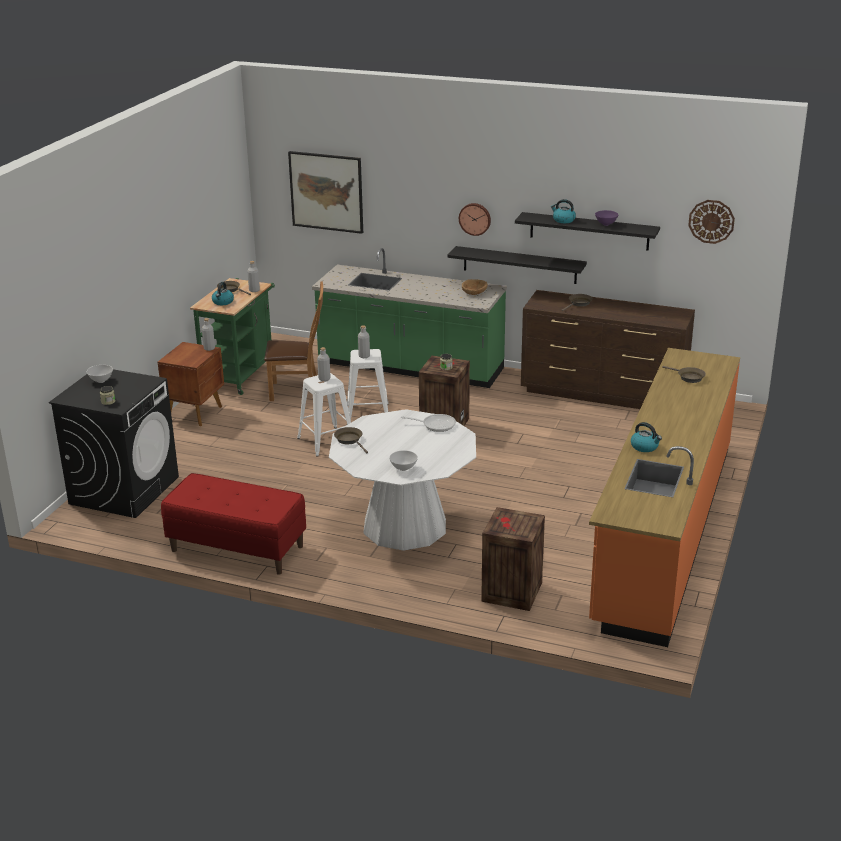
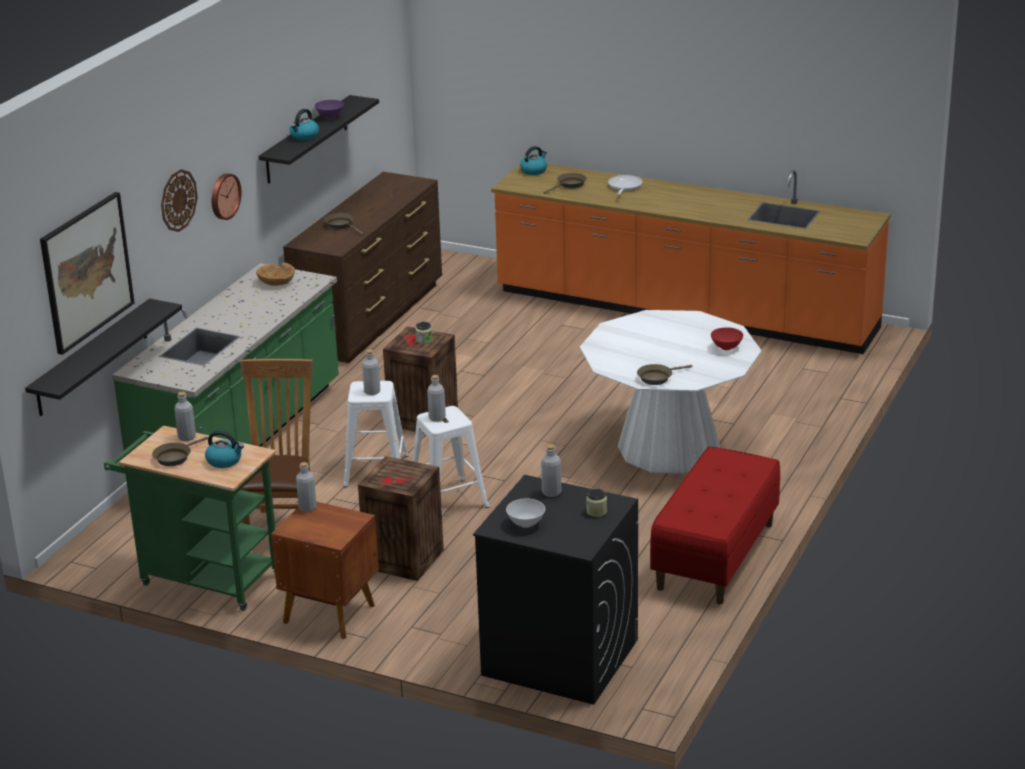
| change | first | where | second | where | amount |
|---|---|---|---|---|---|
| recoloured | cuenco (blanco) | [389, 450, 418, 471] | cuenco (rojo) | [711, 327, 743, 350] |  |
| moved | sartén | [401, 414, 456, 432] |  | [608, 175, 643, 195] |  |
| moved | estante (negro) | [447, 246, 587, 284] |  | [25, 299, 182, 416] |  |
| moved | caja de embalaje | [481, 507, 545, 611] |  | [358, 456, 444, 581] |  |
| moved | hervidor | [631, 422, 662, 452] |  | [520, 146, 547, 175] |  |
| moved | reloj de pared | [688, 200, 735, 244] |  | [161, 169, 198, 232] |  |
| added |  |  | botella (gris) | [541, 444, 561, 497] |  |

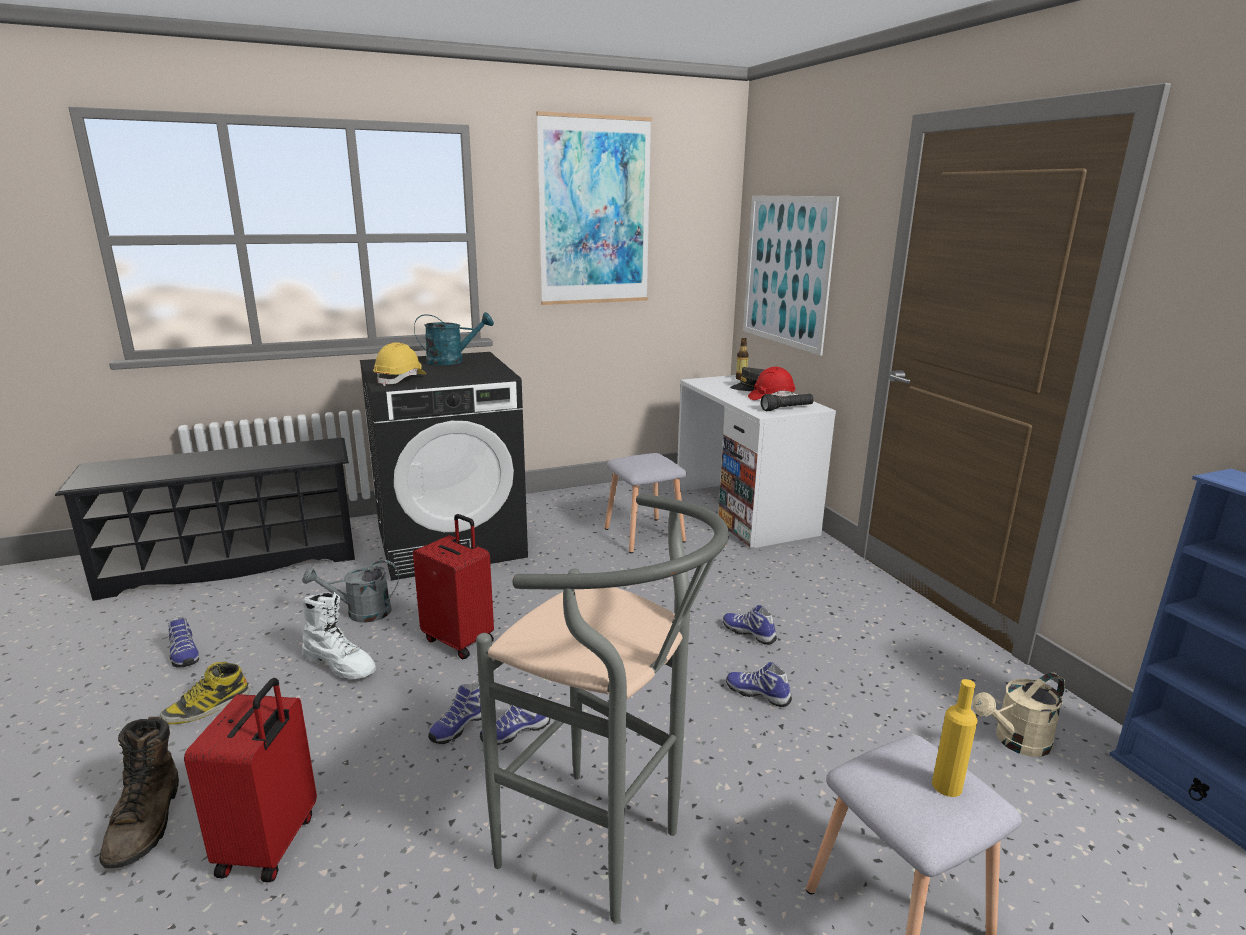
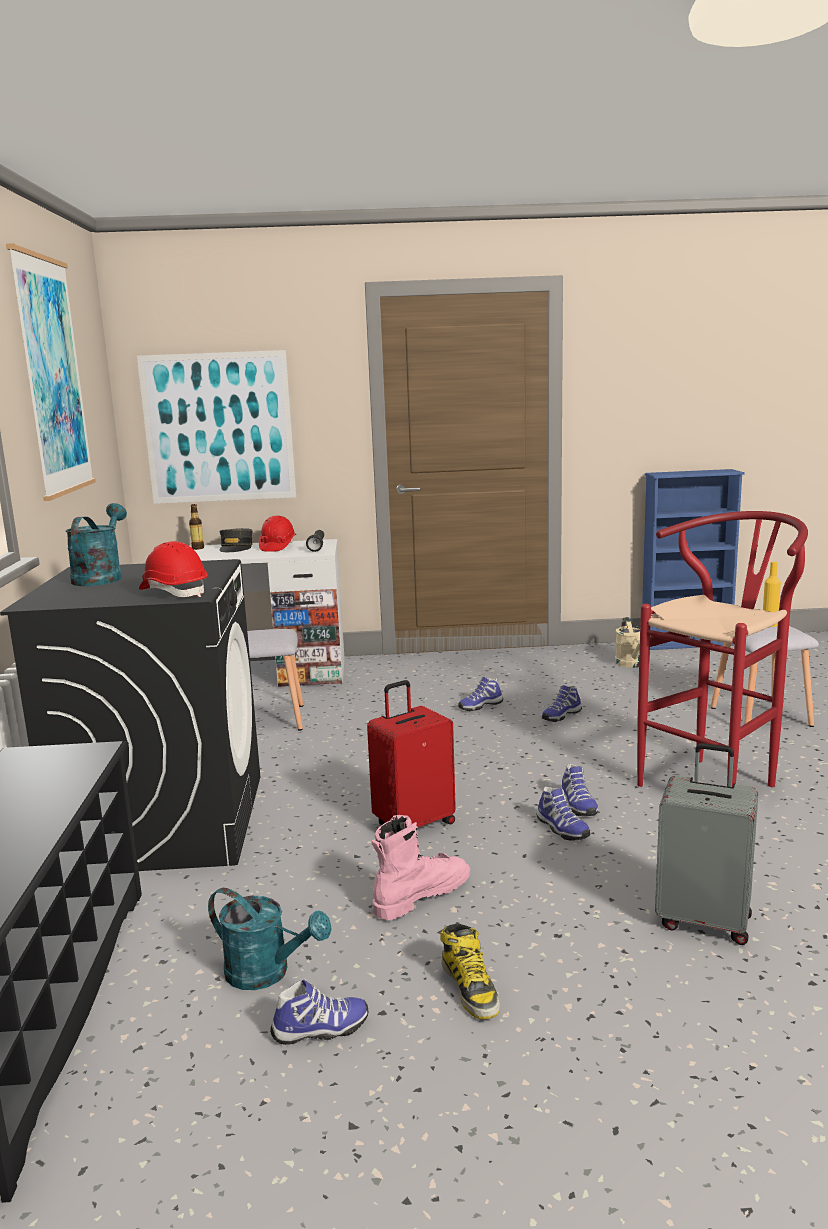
| change | first | where | second | where | amount |
|---|---|---|---|---|---|
| removed | bota (marrón) | [99, 717, 179, 868] |  |  |  |
| recoloured | maleta (rojo) | [184, 678, 317, 882] | maleta (gris) | [655, 743, 758, 945] |  |
| removed | regadera (gris) | [302, 560, 399, 623] |  |  |  |
| recoloured | bota (blanco) | [302, 592, 376, 679] | bota (rosa) | [372, 815, 470, 920] |  |
| recoloured | casco (amarillo) | [373, 342, 426, 386] | casco (rojo) | [139, 541, 208, 597] |  |
| recoloured | taburete (gris) | [476, 494, 729, 923] | taburete (rojo) | [637, 511, 808, 787] |  |
| added |  |  | regadera (turquesa) | [208, 888, 332, 990] |  |

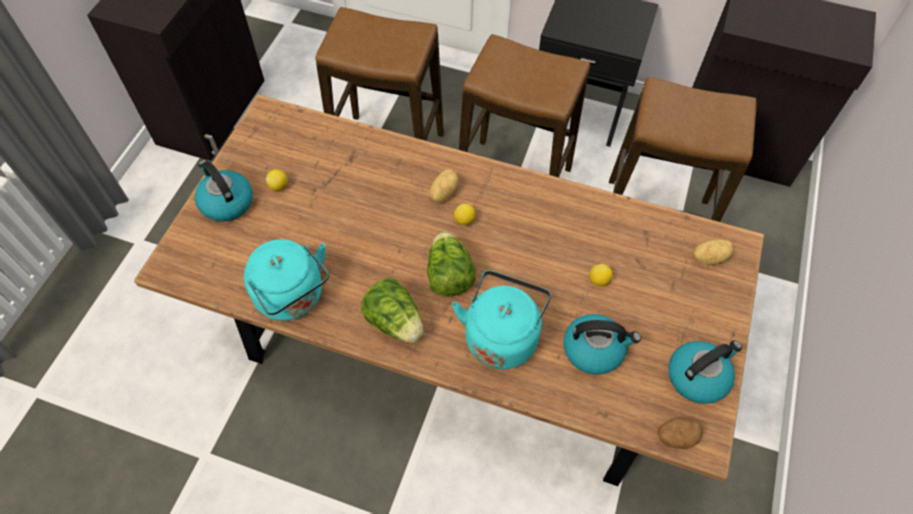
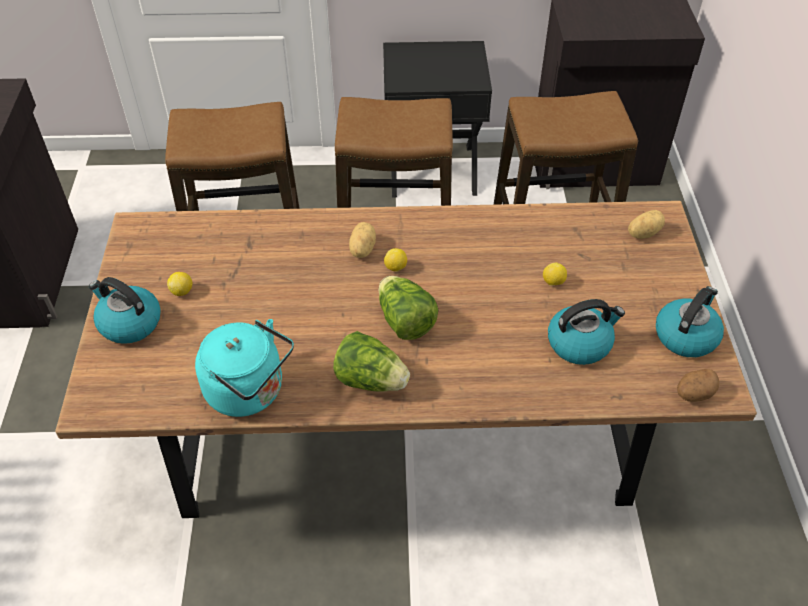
| change | first | where | second | where | amount |
|---|---|---|---|---|---|
| removed | hervidor (turquesa) | [452, 270, 551, 369] |  |  |  |

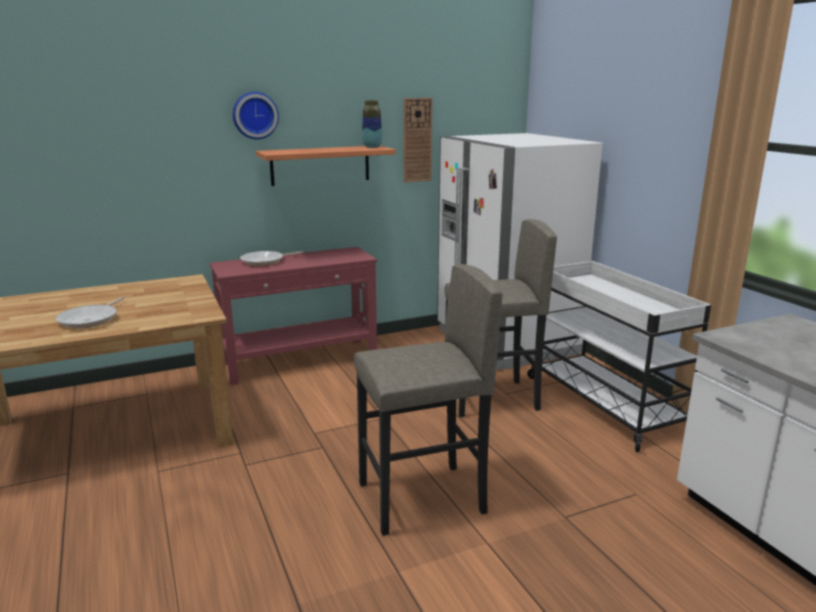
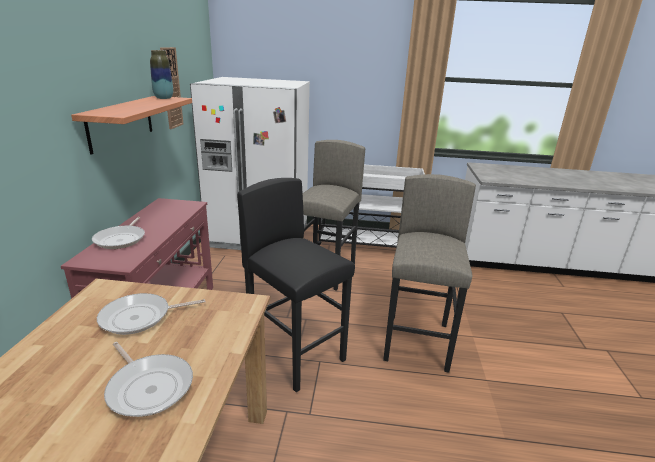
| change | first | where | second | where | amount |
|---|---|---|---|---|---|
| removed | reloj de pared | [233, 92, 279, 139] |  |  |  |
| added |  |  | sartén | [97, 293, 205, 335] |  |
| added |  |  | taburete (negro) | [237, 178, 355, 392] |  |

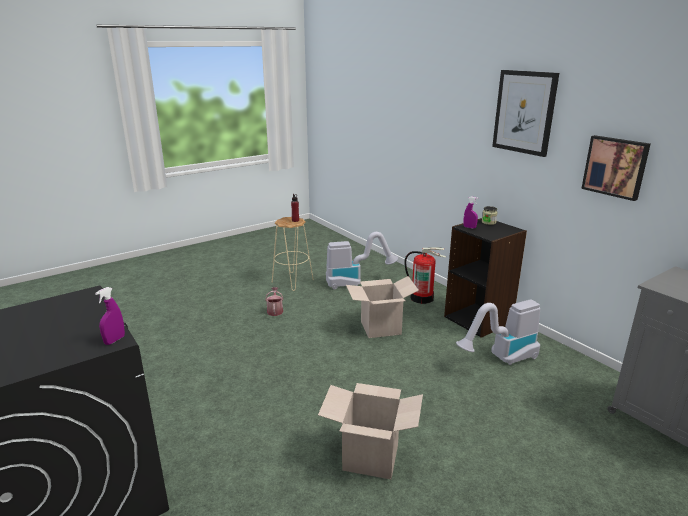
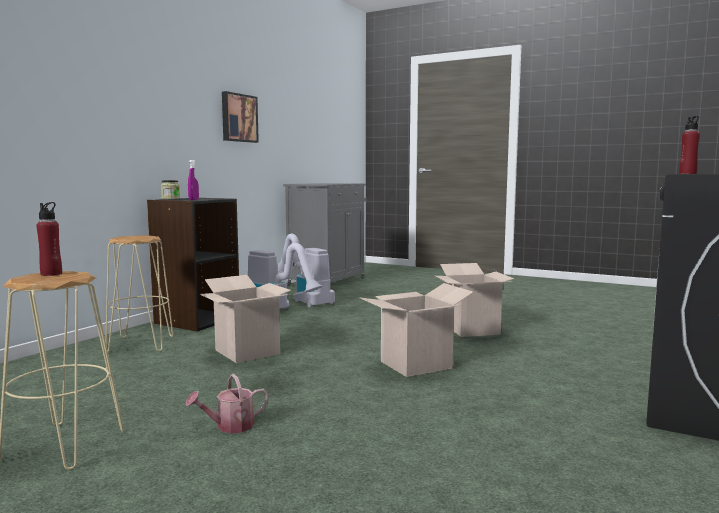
| change | first | where | second | where | amount |
|---|---|---|---|---|---|
| replaced | pulverizador (morado) | [95, 287, 125, 345] | botella (rojo) | [679, 116, 700, 174] |  |
| moved | aspiradora | [326, 232, 398, 290] |  | [277, 234, 335, 308] |  |
| replaced | extintor | [404, 247, 446, 304] | taburete (beis) | [105, 236, 174, 352] |  |
| removed | cuadro | [492, 70, 559, 157] |  |  |  |
| added |  |  | caja de cartón | [359, 283, 474, 377] |  |

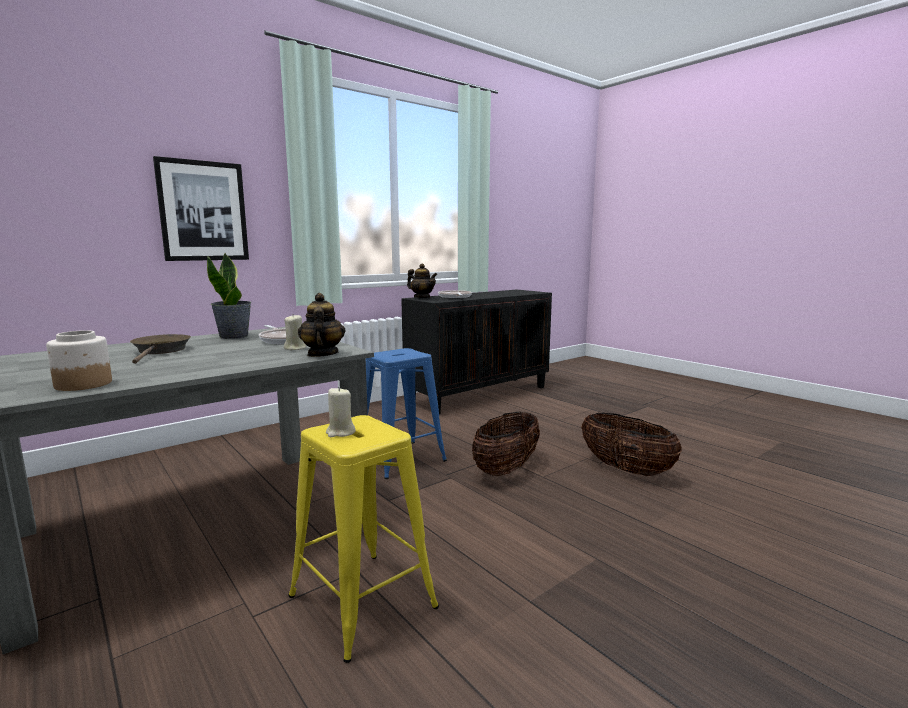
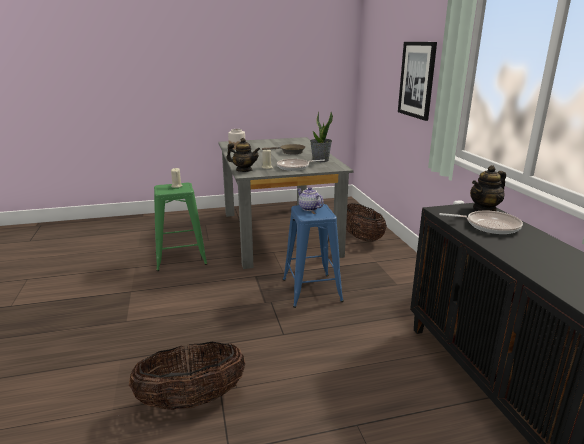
| change | first | where | second | where | amount |
|---|---|---|---|---|---|
| recoloured | taburete (amarillo) | [288, 415, 439, 663] | taburete (verde) | [154, 183, 207, 271] |  |
| moved | cesta | [472, 412, 540, 476] |  | [346, 203, 387, 242] |  |
| added |  |  | tetera | [297, 187, 324, 211] |  |

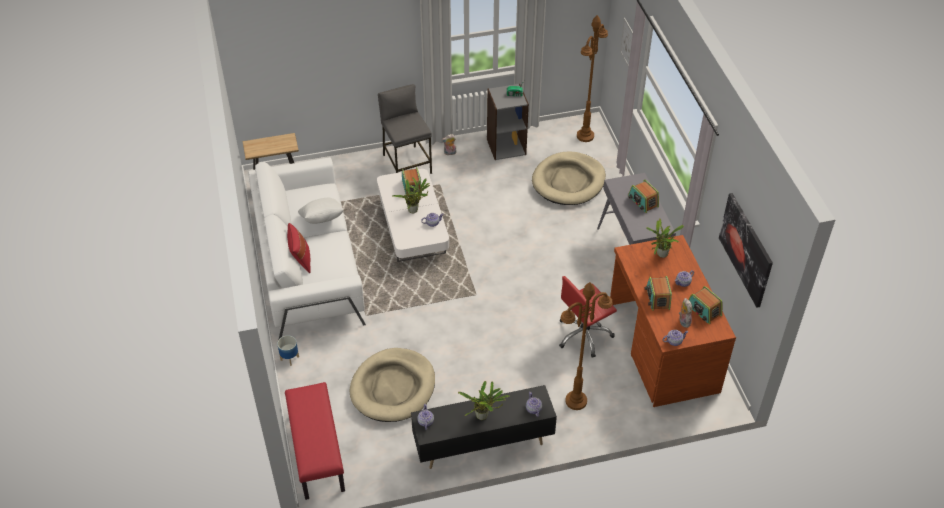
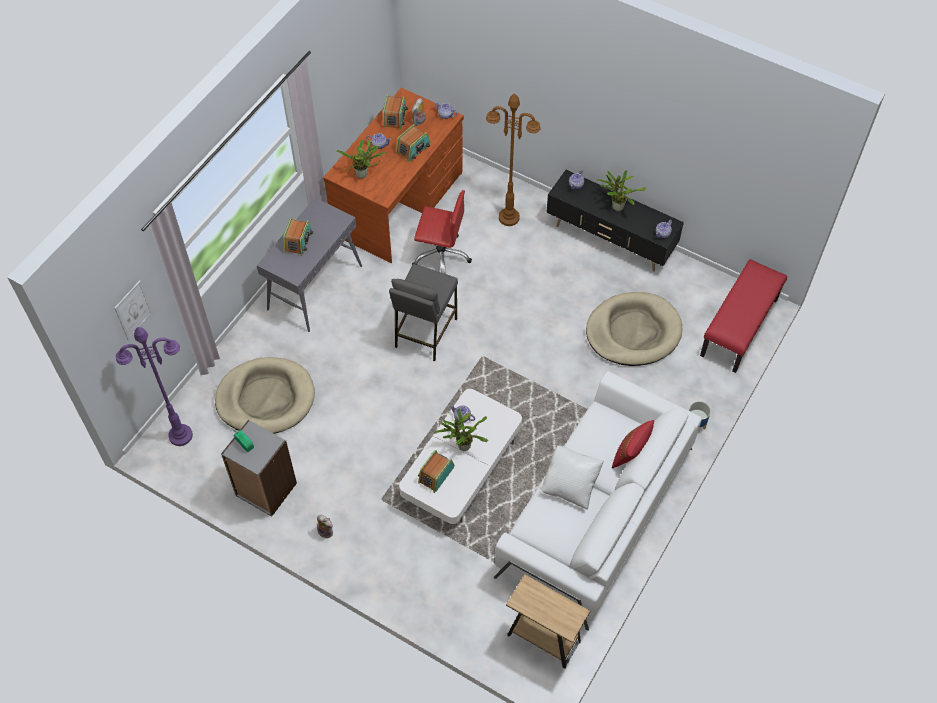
| change | first | where | second | where | amount |
|---|---|---|---|---|---|
| moved | taburete (gris) | [378, 84, 432, 174] |  | [389, 264, 458, 361] |  |
| recoloured | lámpara de pie (marrón) | [577, 15, 608, 142] | lámpara de pie (morado) | [116, 327, 193, 446] |  |
| removed | cuadro | [719, 193, 773, 308] |  |  |  |

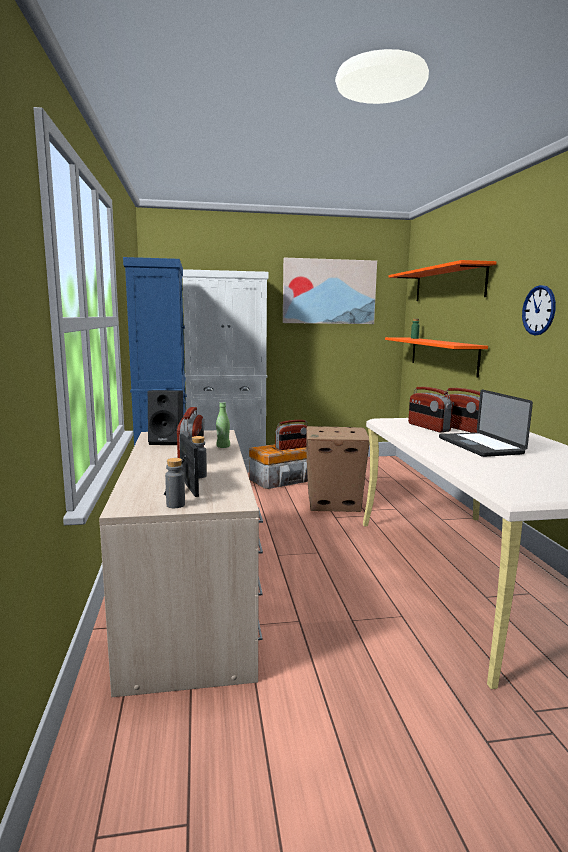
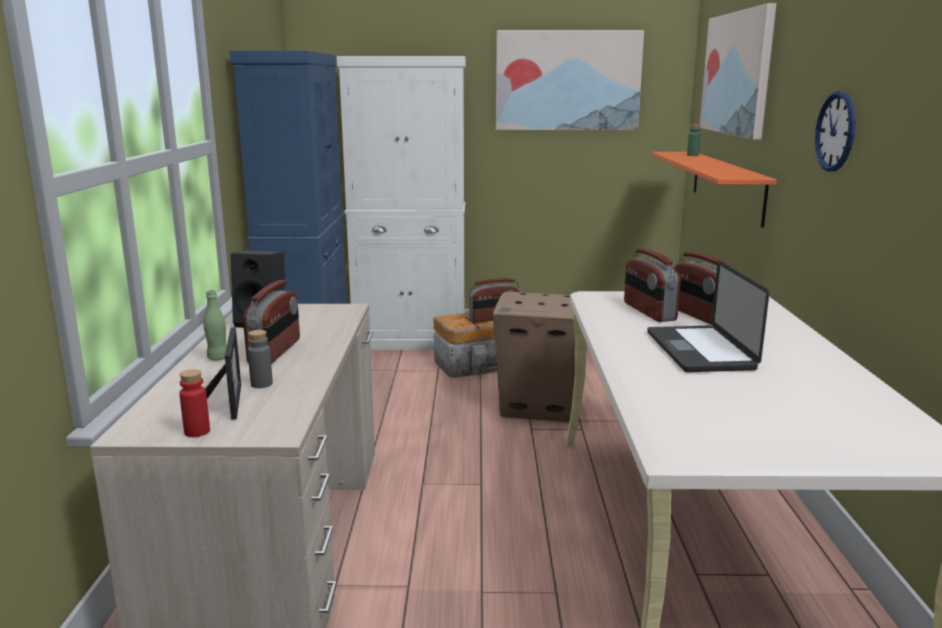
| change | first | where | second | where | amount |
|---|---|---|---|---|---|
| recoloured | botella (gris) | [165, 458, 185, 508] | botella (rojo) | [179, 369, 210, 437] |  |
| moved | botella (verde) | [216, 402, 230, 448] |  | [203, 290, 227, 360] |  |
| replaced | estante (naranja) | [389, 260, 497, 301] | cuadro | [700, 3, 776, 140] |  |

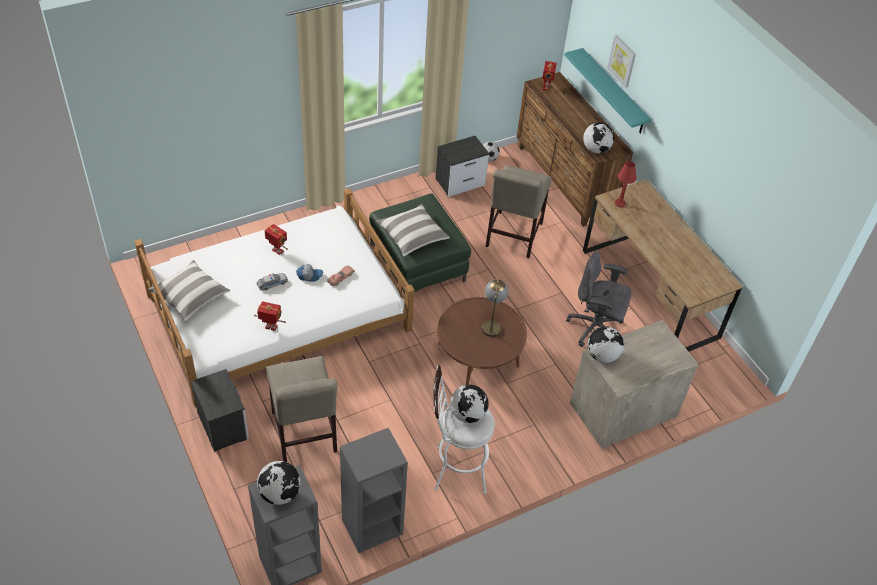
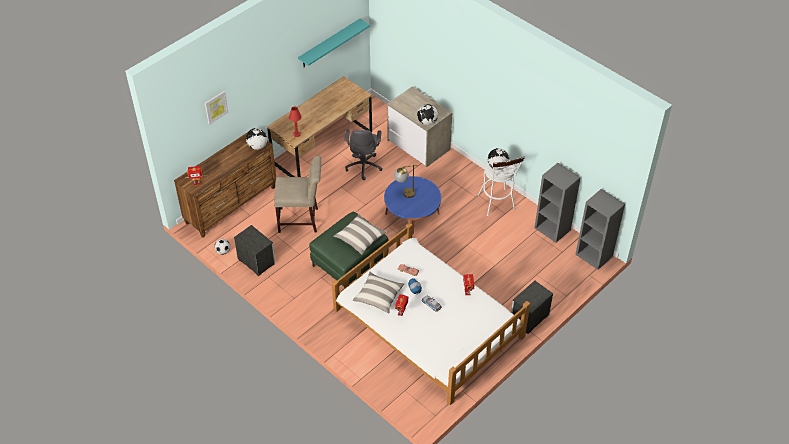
| change | first | where | second | where | amount |
|---|---|---|---|---|---|
| moved | cojín | [148, 260, 230, 321] |  | [353, 272, 405, 314] |  |
| removed | globo terráqueo | [257, 461, 300, 505] |  |  |  |
| removed | silla (beis) | [266, 356, 337, 462] |  |  |  |
| recoloured | mesa de centro (marrón) | [437, 297, 527, 385] | mesa de centro (azul) | [384, 176, 441, 234] |  |
| moved | estante (turquesa) | [564, 48, 651, 134] |  | [298, 19, 370, 67] |  |

